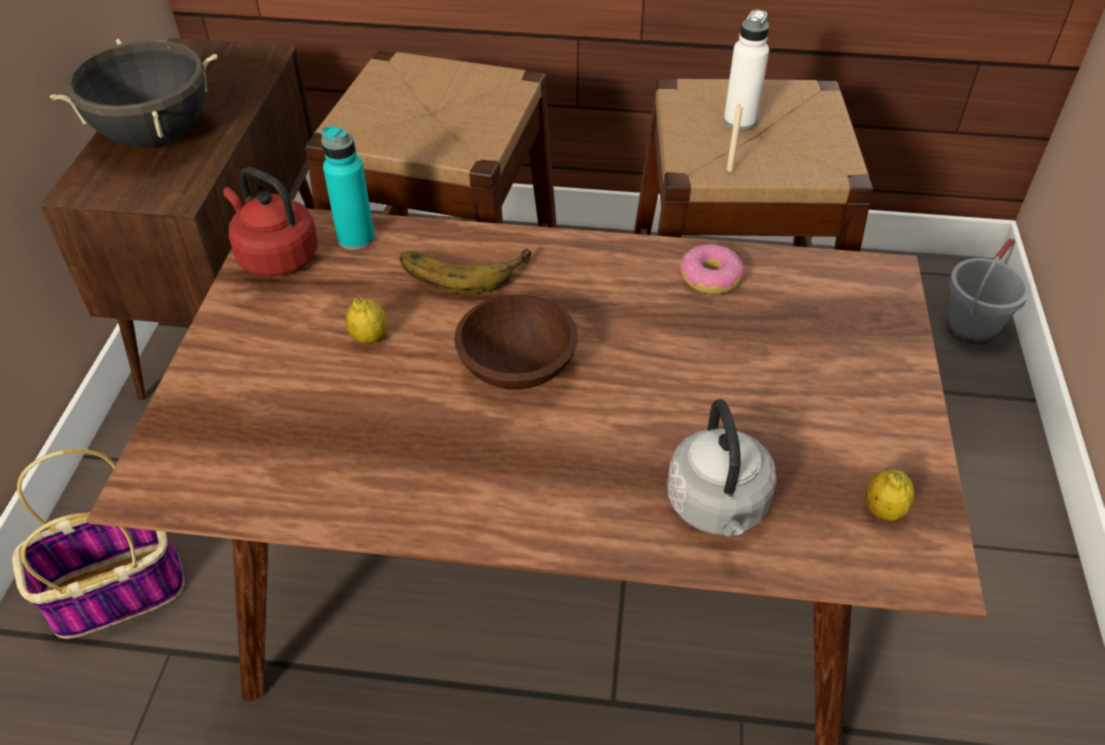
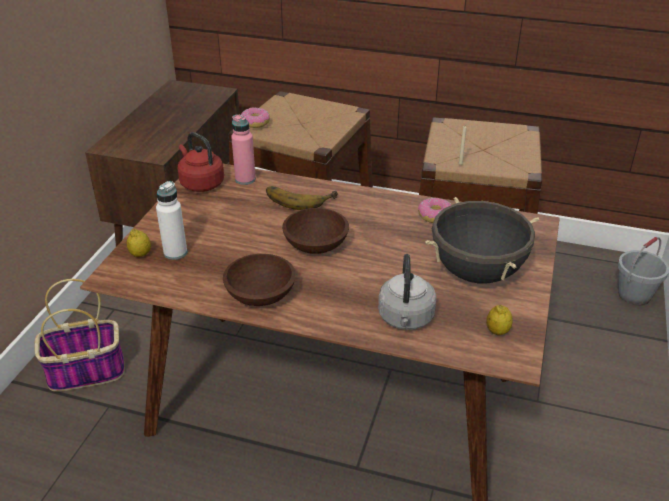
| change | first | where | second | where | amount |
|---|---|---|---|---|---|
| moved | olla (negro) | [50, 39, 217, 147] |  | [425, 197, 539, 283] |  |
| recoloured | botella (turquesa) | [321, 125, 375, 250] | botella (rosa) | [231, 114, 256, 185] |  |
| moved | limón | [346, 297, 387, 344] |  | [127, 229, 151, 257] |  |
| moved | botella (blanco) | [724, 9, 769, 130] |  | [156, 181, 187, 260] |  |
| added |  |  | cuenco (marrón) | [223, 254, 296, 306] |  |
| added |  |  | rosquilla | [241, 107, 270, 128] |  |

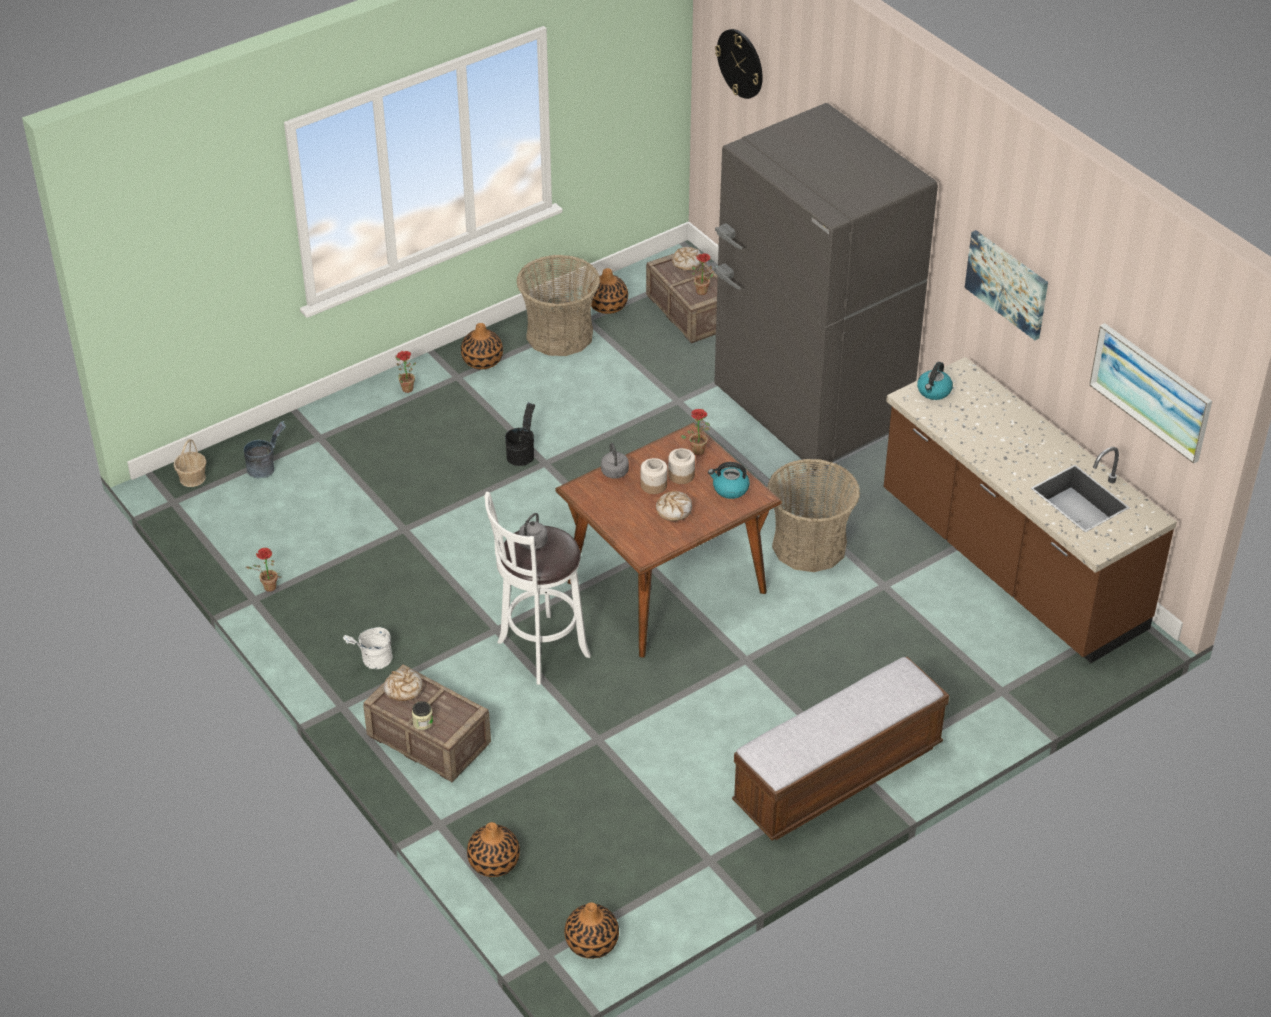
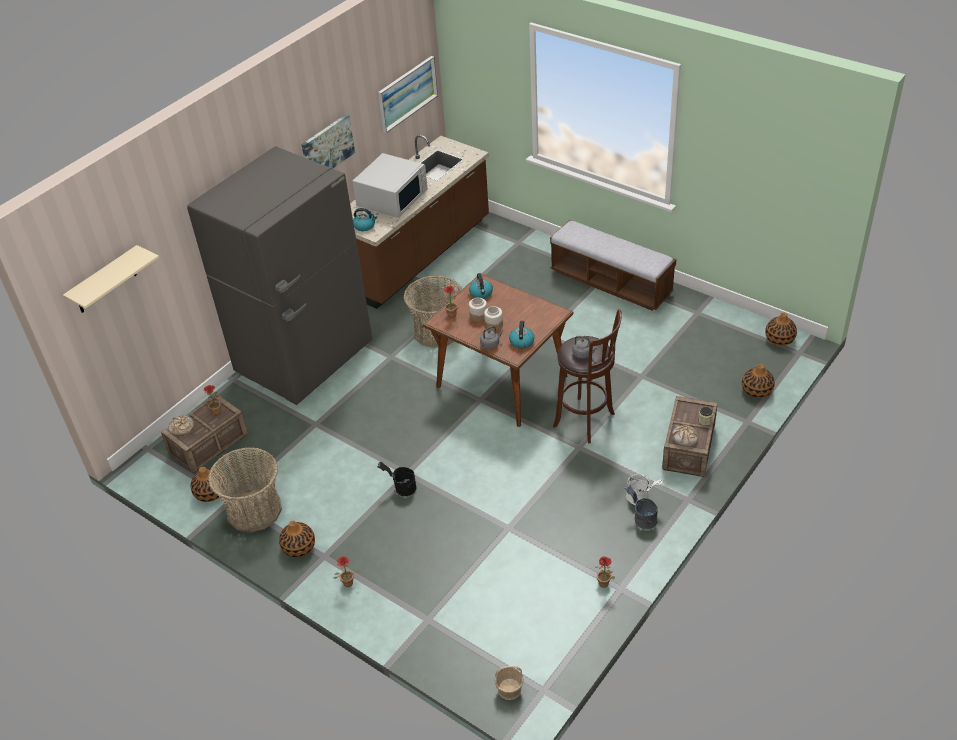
| change | first | where | second | where | amount |
|---|---|---|---|---|---|
| moved | cubo (gris) | [244, 421, 286, 478] |  | [624, 484, 658, 530] |  |
| recoloured | taburete (blanco) | [484, 492, 591, 685] | taburete (marrón) | [553, 309, 621, 443] |  |
| removed | pan | [656, 491, 692, 521] |  |  |  |
| replaced | reloj de pared | [715, 29, 763, 99] | estante (beis) | [63, 245, 159, 313] |  |
| added |  |  | microondas (blanco) | [353, 153, 428, 218] |  |
| added |  |  | hervidor | [509, 321, 534, 349] |  |

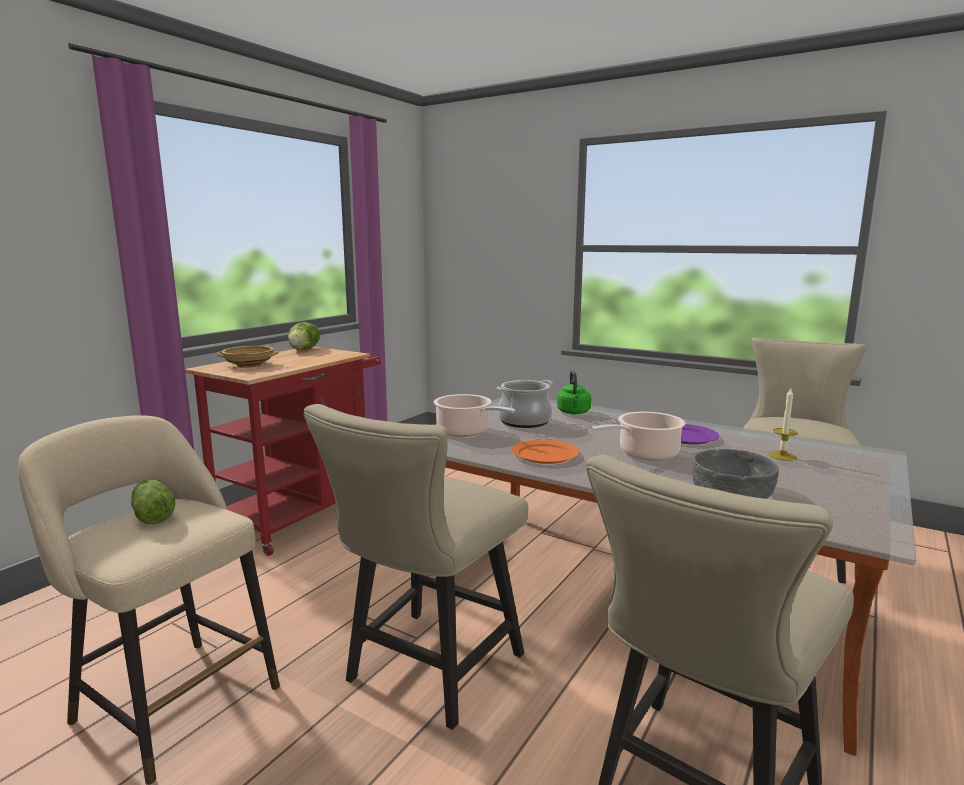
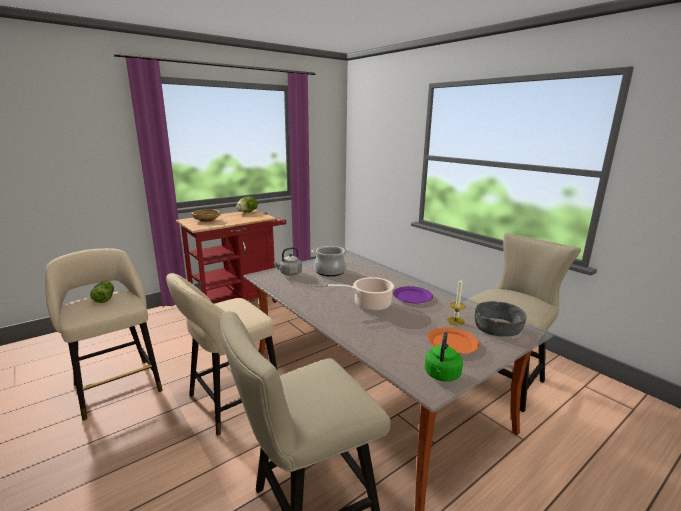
| change | first | where | second | where | amount |
|---|---|---|---|---|---|
| replaced | silla (beis) | [304, 404, 528, 730] | taburete (beis) | [166, 273, 277, 436] |  |
| replaced | olla | [434, 394, 516, 437] | hervidor (gris) | [273, 247, 302, 276] |  |
| moved | plato (naranja) | [512, 440, 579, 464] |  | [427, 327, 479, 354] |  |
| moved | hervidor (verde) | [557, 370, 591, 414] |  | [425, 332, 463, 382] |  |
| moved | cuenco (gris) | [692, 449, 779, 499] |  | [475, 301, 527, 337] |  |

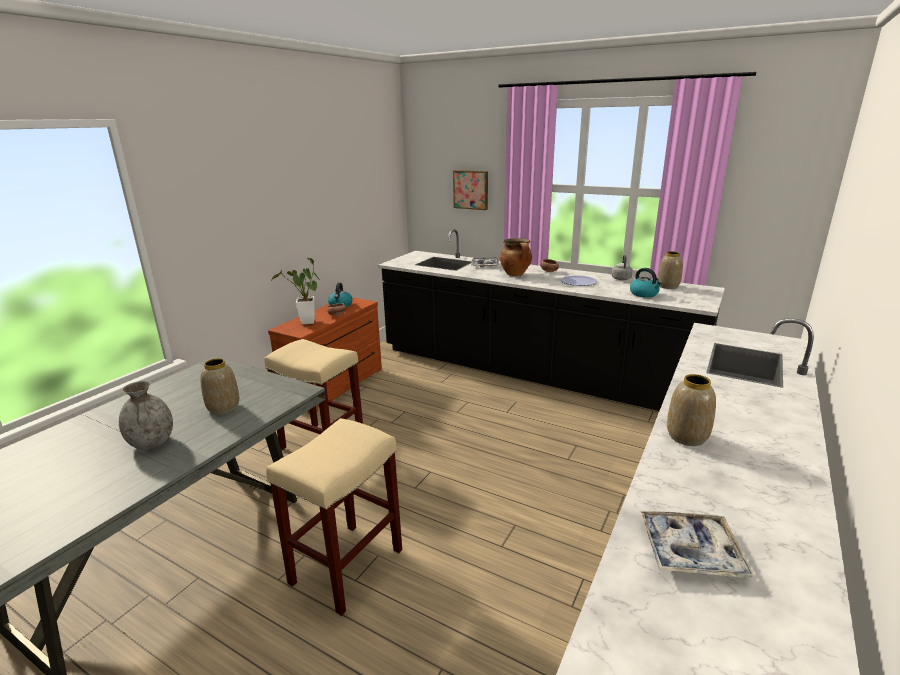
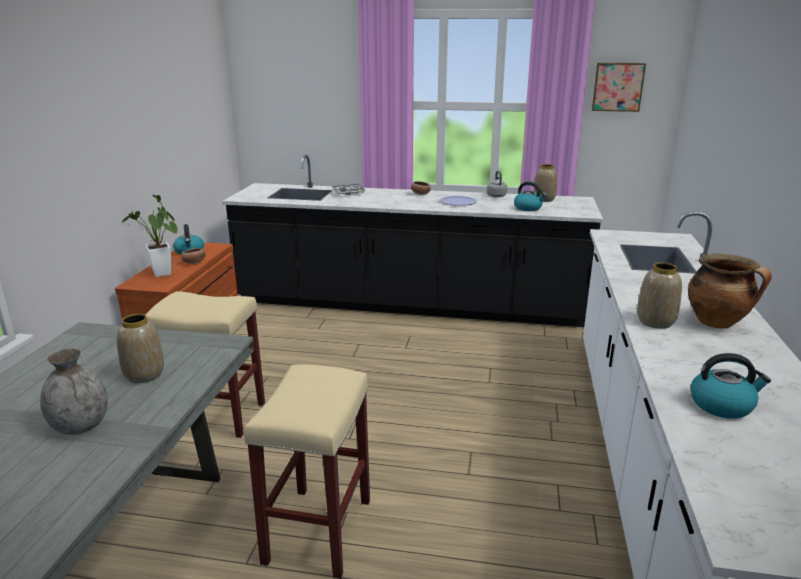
| change | first | where | second | where | amount |
|---|---|---|---|---|---|
| moved | cuadro | [453, 170, 488, 210] |  | [592, 63, 646, 112] |  |
| moved | olla | [500, 238, 532, 276] |  | [688, 254, 771, 329] |  |
| replaced | bandeja | [641, 511, 754, 578] | hervidor | [690, 353, 771, 419] |  |

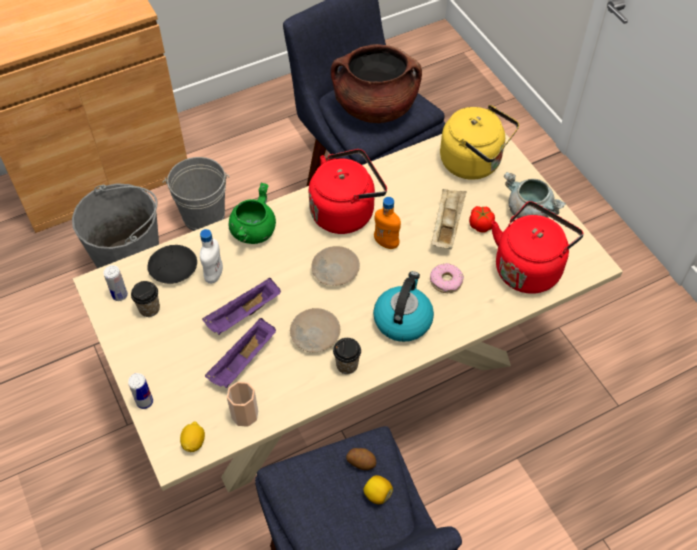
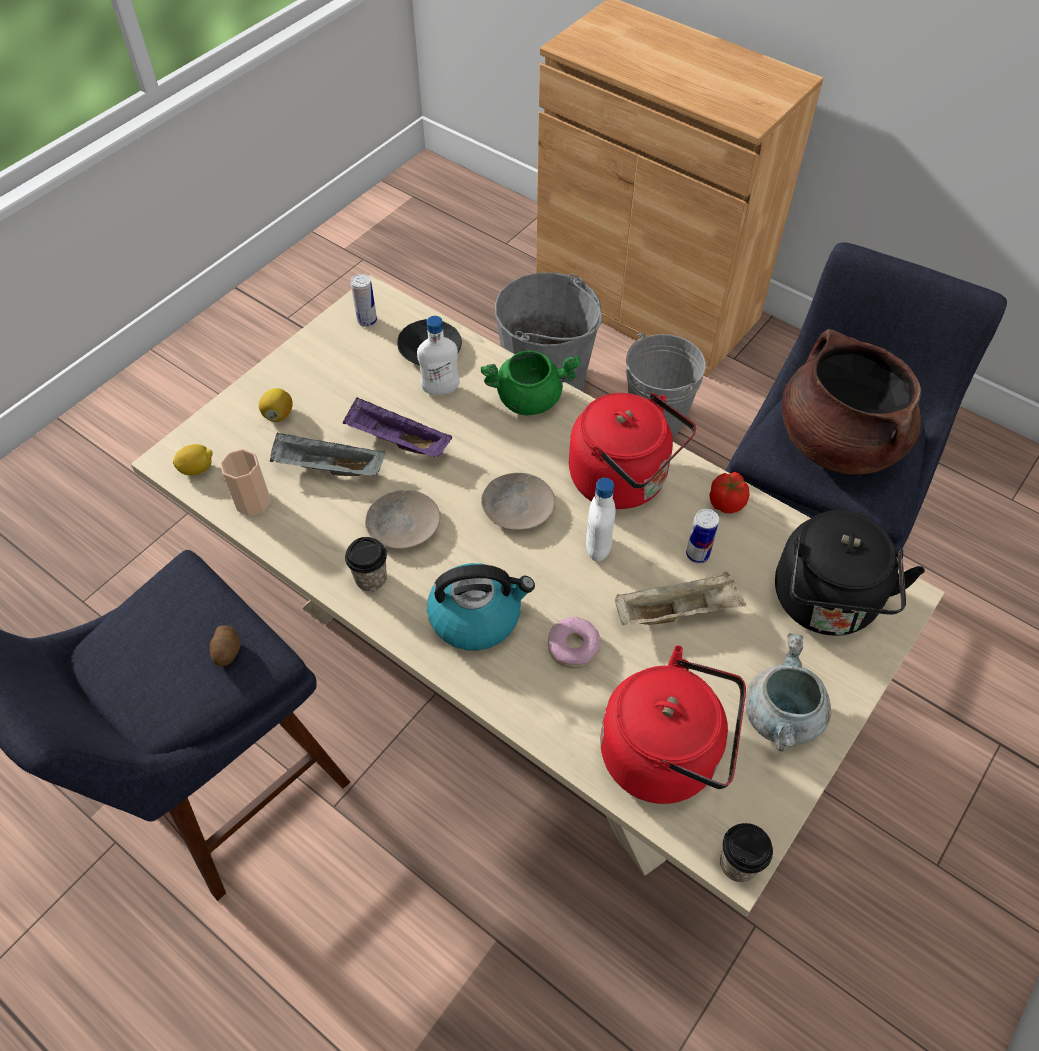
| change | first | where | second | where | amount |
|---|---|---|---|---|---|
| moved | lata | [128, 373, 153, 409] |  | [686, 509, 719, 563] |  |
| moved | taza | [131, 281, 160, 317] |  | [720, 823, 773, 882] |  |
| recoloured | bandeja (morado) | [205, 318, 276, 388] | bandeja (gris) | [270, 432, 386, 476] |  |
| moved | limón | [363, 475, 393, 504] |  | [259, 388, 293, 422] |  |
| recoloured | botella (naranja) | [374, 197, 401, 249] | botella (blanco) | [586, 478, 615, 562] |  |
| recoloured | hervidor (amarillo) | [440, 105, 519, 180] | hervidor (negro) | [775, 510, 925, 636] |  |
| moved | tomate | [469, 206, 495, 232] |  | [709, 472, 750, 514] |  |

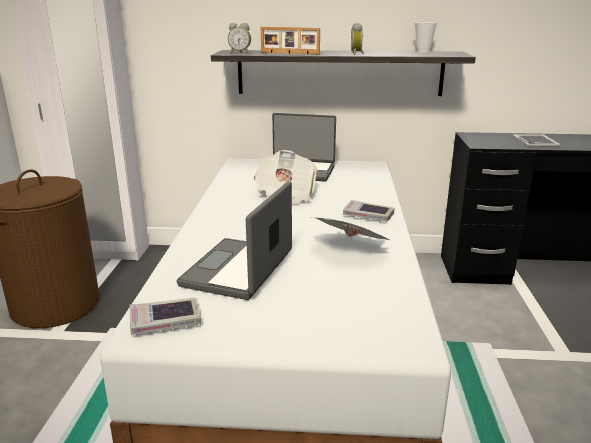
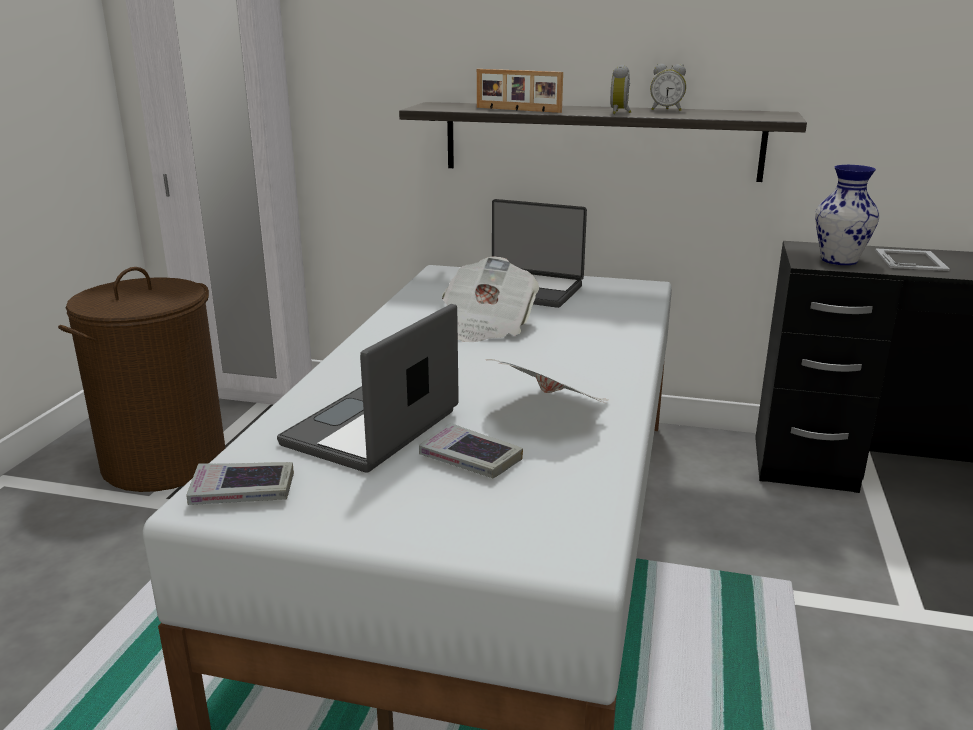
| change | first | where | second | where | amount |
|---|---|---|---|---|---|
| moved | despertador | [228, 23, 251, 54] |  | [650, 64, 686, 111] |  |
| moved | libro | [343, 200, 395, 221] |  | [419, 423, 523, 478] |  |
| removed | taza | [415, 22, 437, 53] |  |  |  |
| added |  |  | florero | [815, 165, 879, 265] |  |

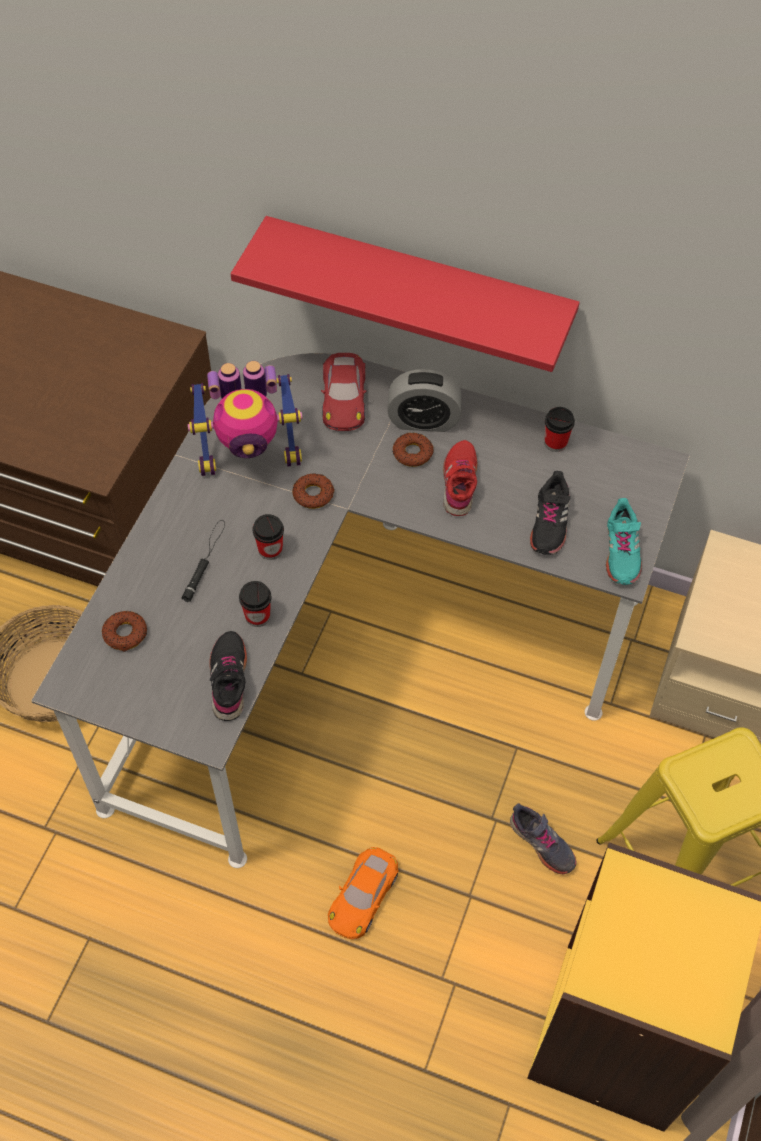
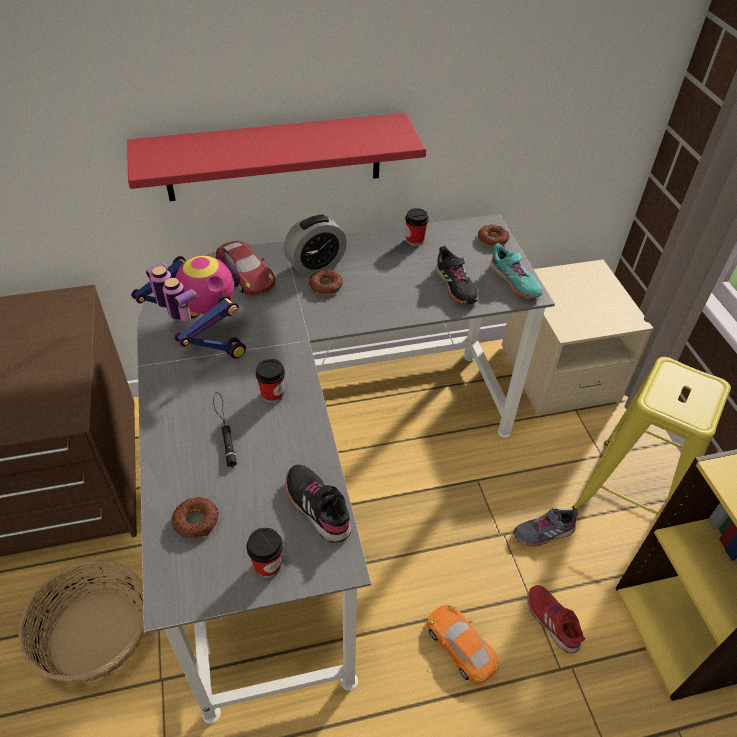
| change | first | where | second | where | amount |
|---|---|---|---|---|---|
| turned | robot de juguete | [188, 361, 303, 476] |  | [131, 256, 246, 359] | 90 degrees counterclockwise |
| moved | taza | [239, 581, 272, 627] |  | [247, 527, 283, 578] |  |
| moved | rosquilla | [292, 473, 335, 509] |  | [478, 225, 509, 247] |  |
| turned | coche de juguete (naranja) | [328, 847, 399, 939] |  | [427, 605, 499, 684] | 150 degrees clockwise |
| moved | zapato (rojo) | [443, 440, 478, 516] |  | [527, 585, 585, 653] |  |
| turned | zapato (gris) | [510, 803, 577, 875] |  | [514, 508, 578, 547] | 150 degrees clockwise |

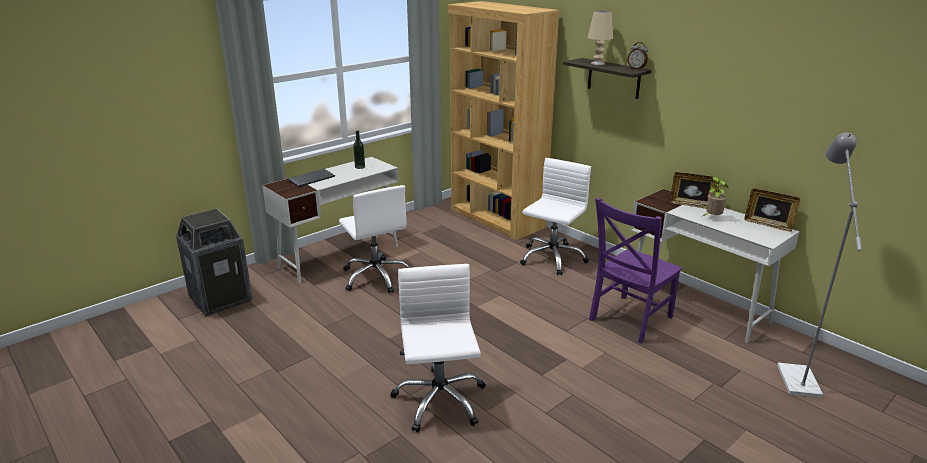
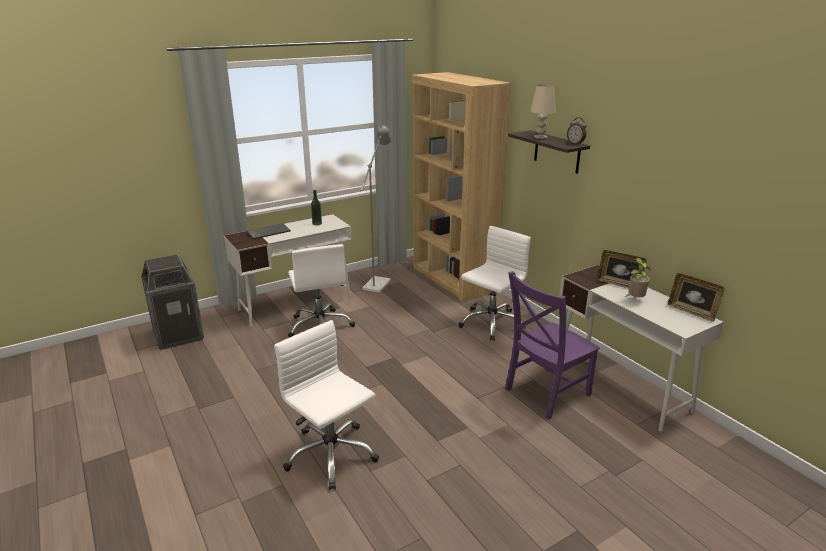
| change | first | where | second | where | amount |
|---|---|---|---|---|---|
| turned | silla de oficina (blanco) | [390, 264, 486, 432] |  | [274, 320, 379, 490] | 45 degrees counterclockwise |
| moved | lámpara de pie (gris) | [777, 132, 862, 398] |  | [360, 125, 392, 293] |  |

